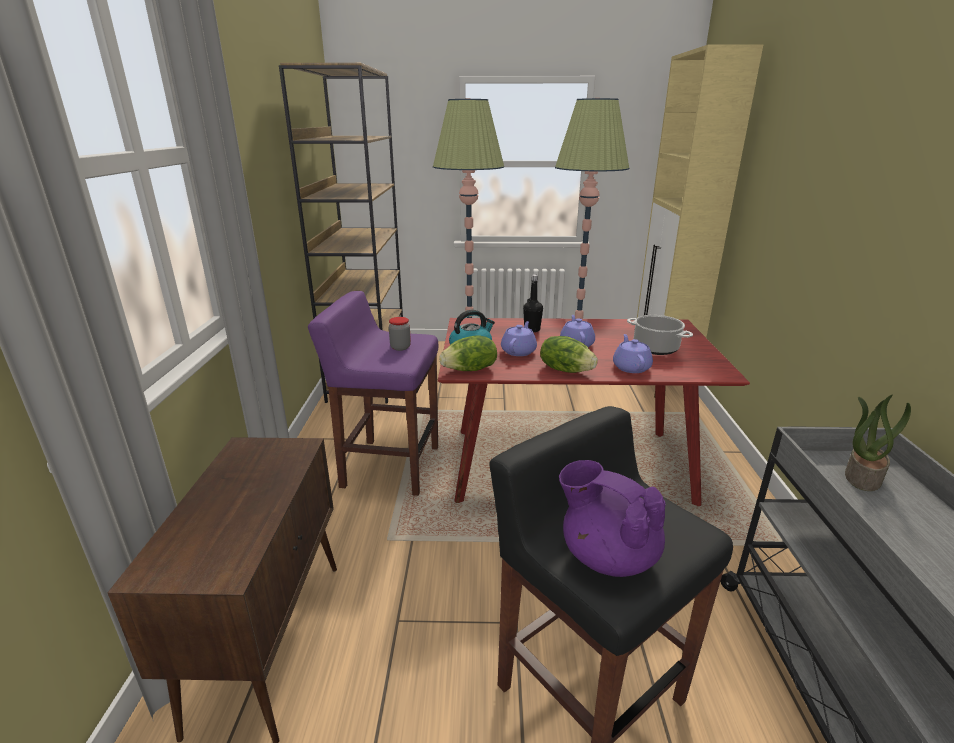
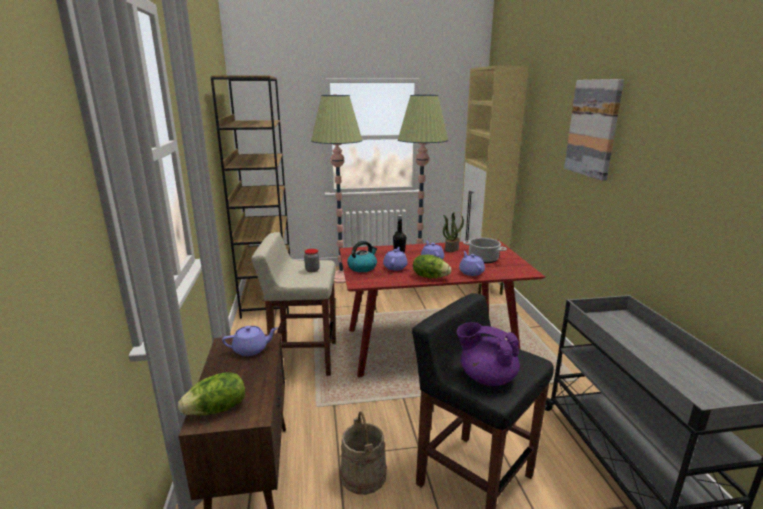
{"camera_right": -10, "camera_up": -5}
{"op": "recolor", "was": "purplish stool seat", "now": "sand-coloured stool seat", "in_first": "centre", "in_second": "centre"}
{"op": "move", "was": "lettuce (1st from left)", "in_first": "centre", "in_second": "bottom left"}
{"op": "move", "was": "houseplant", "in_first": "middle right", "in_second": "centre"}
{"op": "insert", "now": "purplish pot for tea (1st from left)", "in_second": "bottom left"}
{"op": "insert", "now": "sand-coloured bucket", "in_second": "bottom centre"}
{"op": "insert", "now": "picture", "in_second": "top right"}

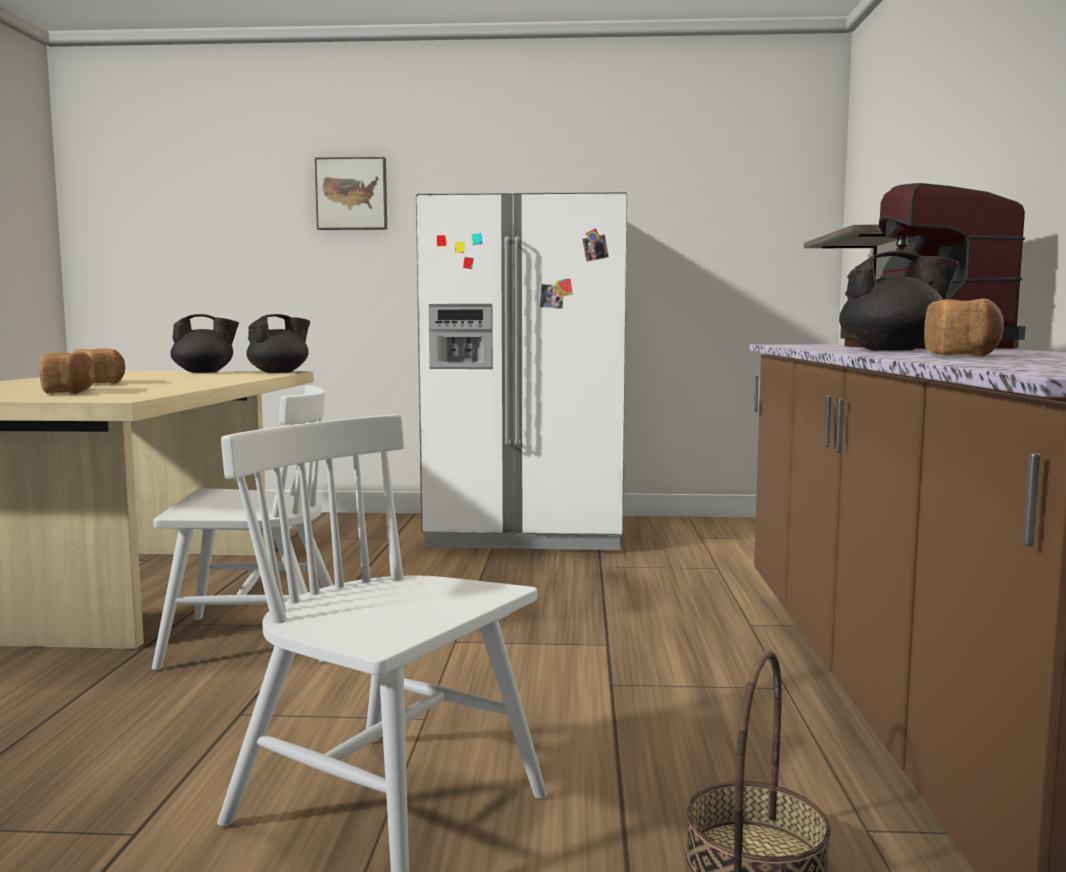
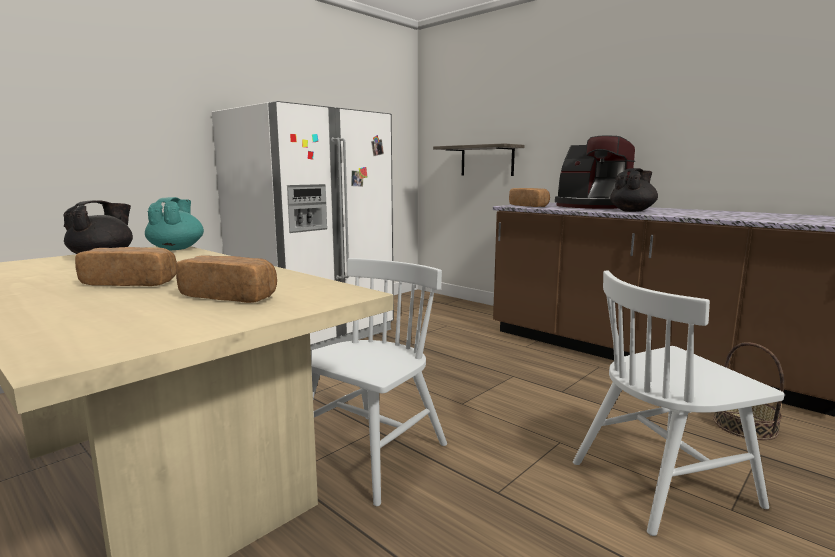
{"camera_right": -50, "camera_up": 5}
{"op": "recolor", "was": "black pot for tea (2nd from left)", "now": "turquoise pot for tea", "in_first": "middle left", "in_second": "middle left"}
{"op": "delete", "was": "picture", "in_first": "top left"}
{"op": "move", "was": "baked bread (3rd from left)", "in_first": "middle right", "in_second": "centre"}

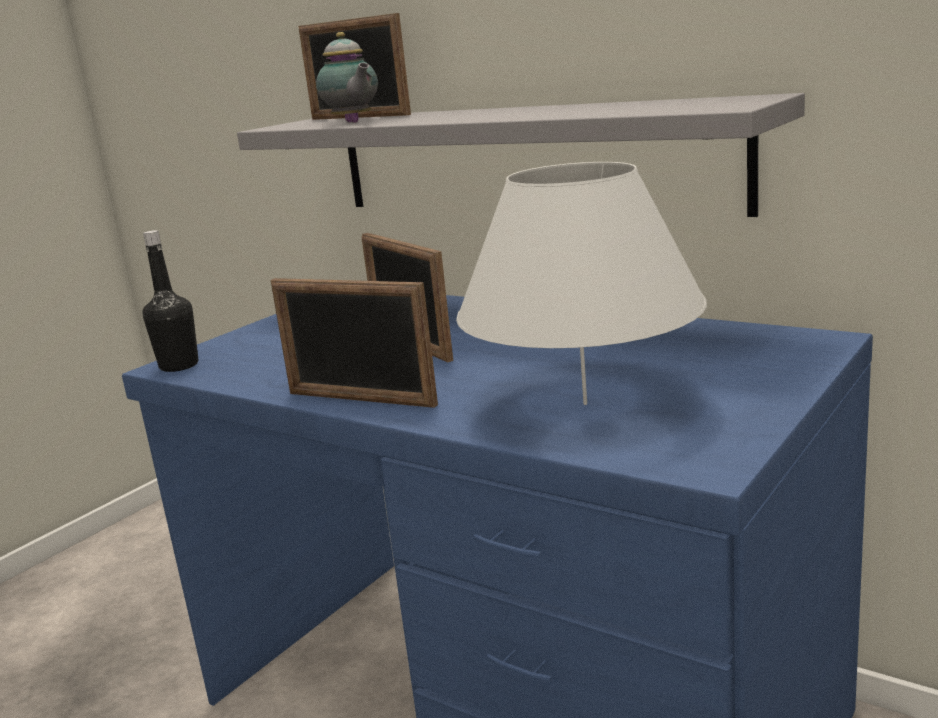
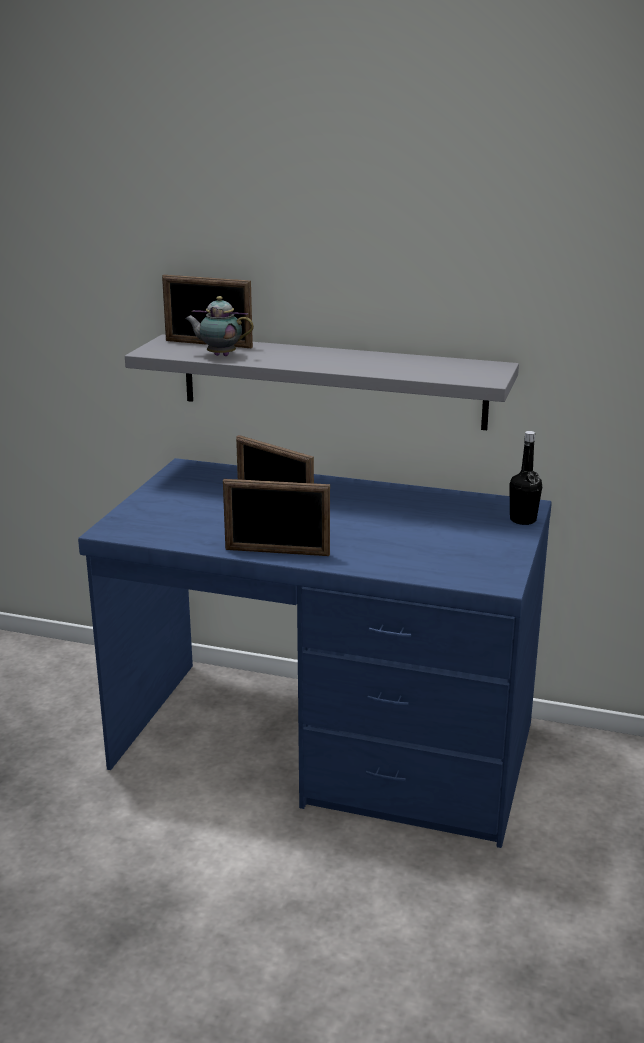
{"camera_right": -20, "camera_up": 5}
{"op": "move", "was": "black beverage bottle", "in_first": "middle left", "in_second": "middle right"}
{"op": "rotate", "was": "pot for tea", "in_first": "top centre", "in_second": "top centre", "clockwise": 150}
{"op": "delete", "was": "whitish table lamp", "in_first": "centre"}

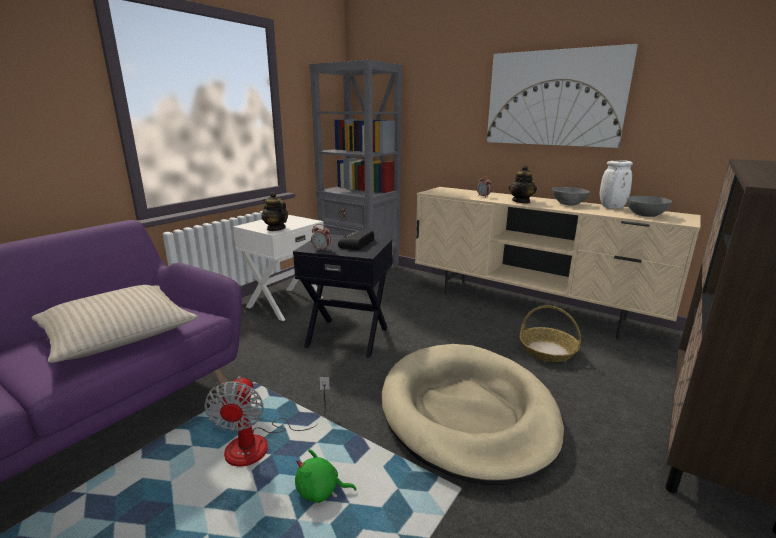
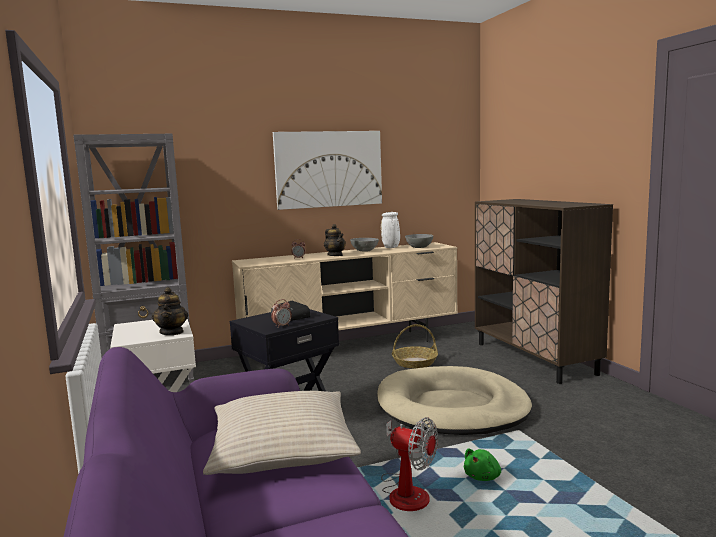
{"camera_right": -55, "camera_up": -10}
{"op": "rotate", "was": "pot for tea (1st from left)", "in_first": "centre", "in_second": "middle left", "clockwise": -90}

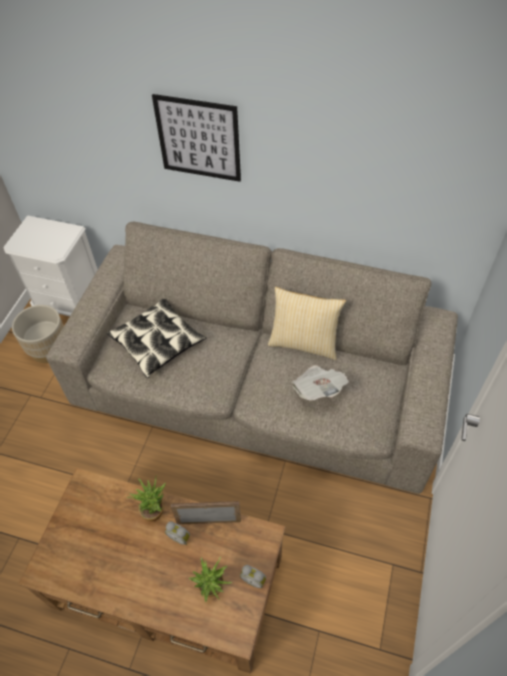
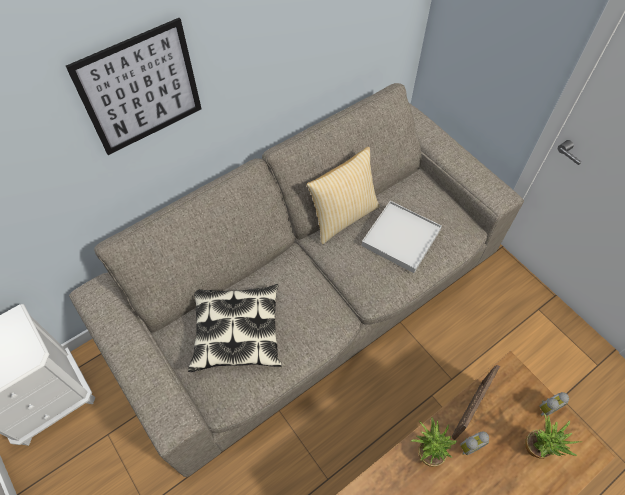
{"camera_right": -55, "camera_up": 5}
{"op": "delete", "was": "sand-coloured planter", "in_first": "middle left"}
{"op": "replace", "was": "newspaper", "now": "whitish serving tray", "in_first": "centre", "in_second": "centre"}

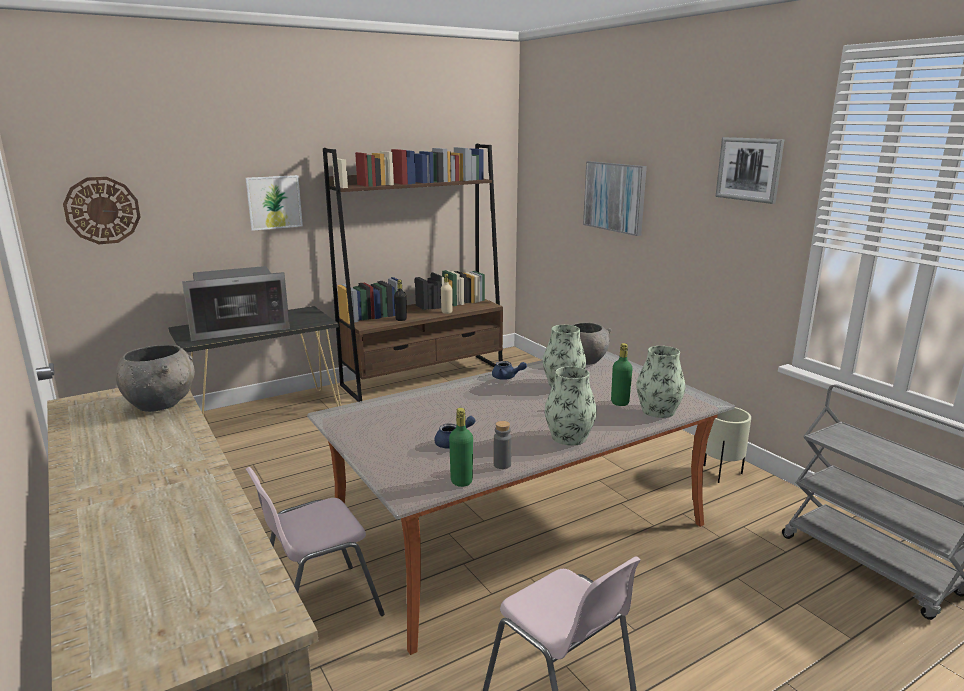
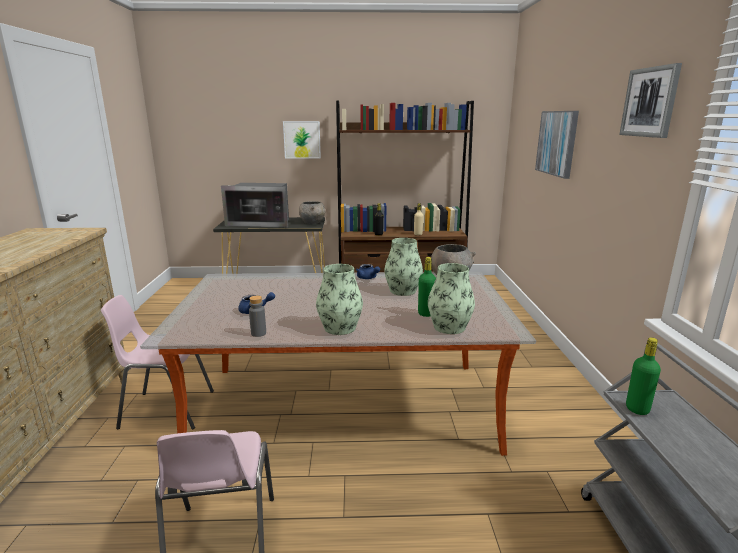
{"camera_right": 30, "camera_up": 0}
{"op": "delete", "was": "hanging clock", "in_first": "top left"}
{"op": "move", "was": "greyish deep dish (1st from left)", "in_first": "middle left", "in_second": "centre"}
{"op": "move", "was": "green beverage bottle (1st from left in the first image)", "now": "green beverage bottle (2nd from left)", "in_first": "centre", "in_second": "bottom right"}
{"op": "delete", "was": "sand-coloured planter", "in_first": "middle right"}

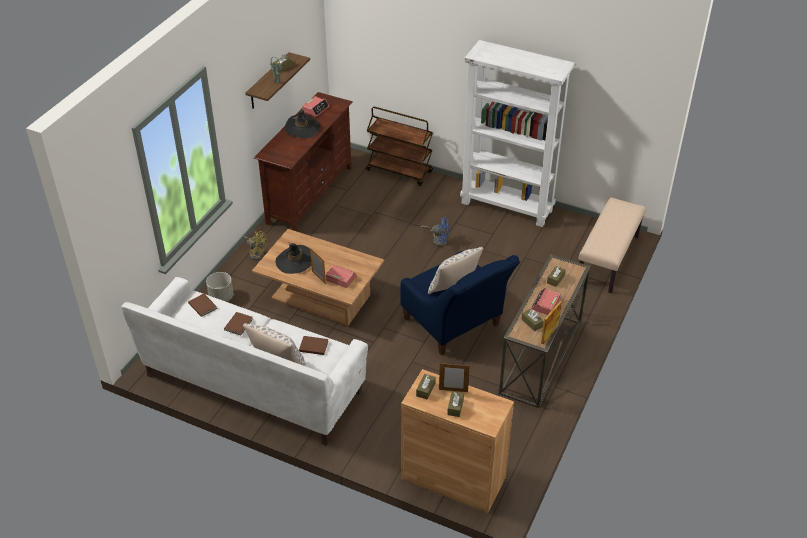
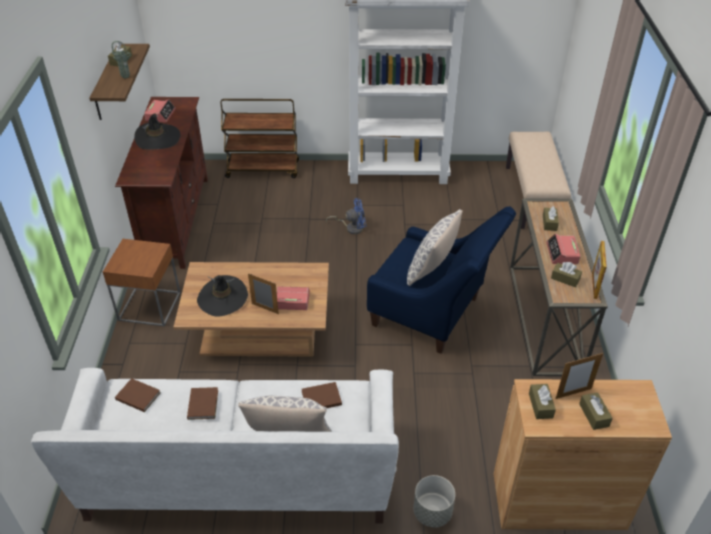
{"camera_right": -25, "camera_up": 0}
{"op": "move", "was": "greyish planter", "in_first": "middle left", "in_second": "bottom centre"}
{"op": "replace", "was": "yellow-coloured cooling fan", "now": "brown side table", "in_first": "middle left", "in_second": "middle left"}

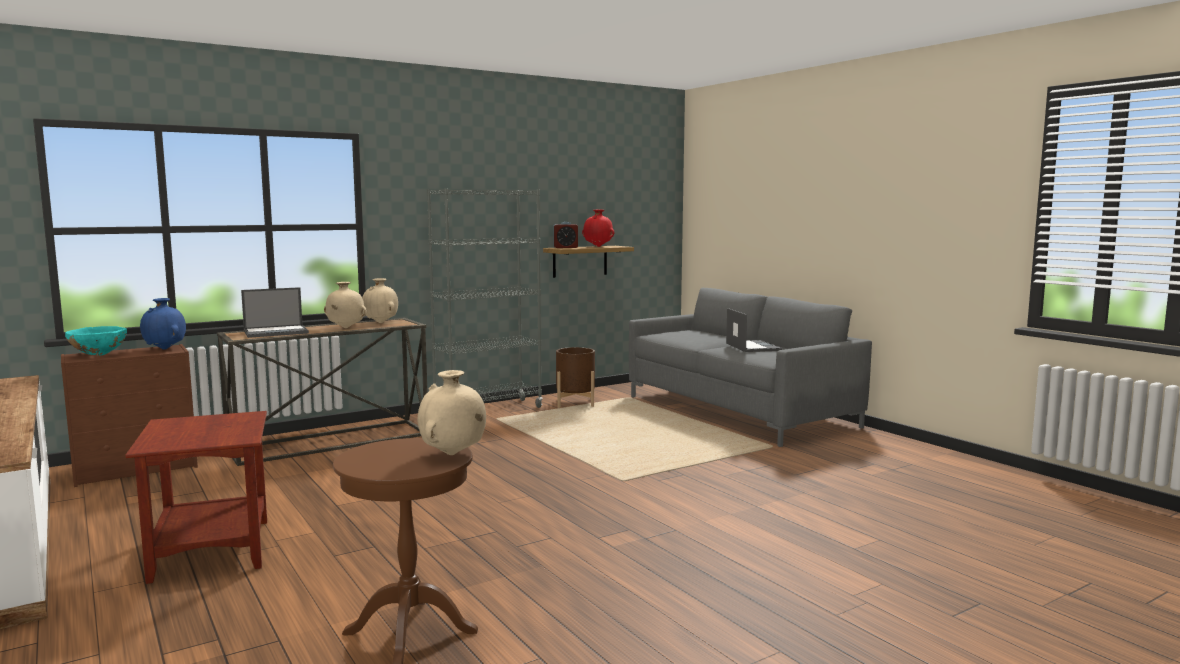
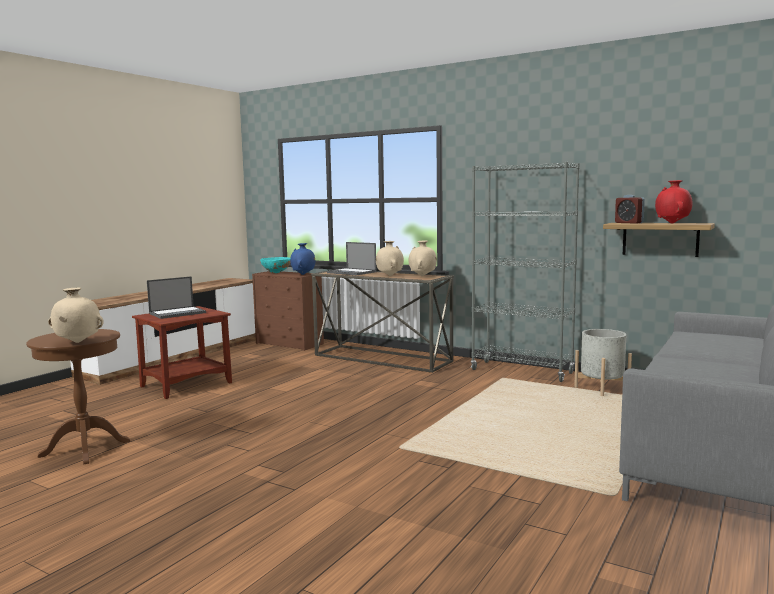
{"camera_right": 65, "camera_up": 0}
{"op": "recolor", "was": "brown planter", "now": "greyish planter", "in_first": "centre", "in_second": "middle right"}
{"op": "move", "was": "laptop (2nd from left in the first image)", "now": "laptop (1st from left)", "in_first": "centre", "in_second": "middle left"}

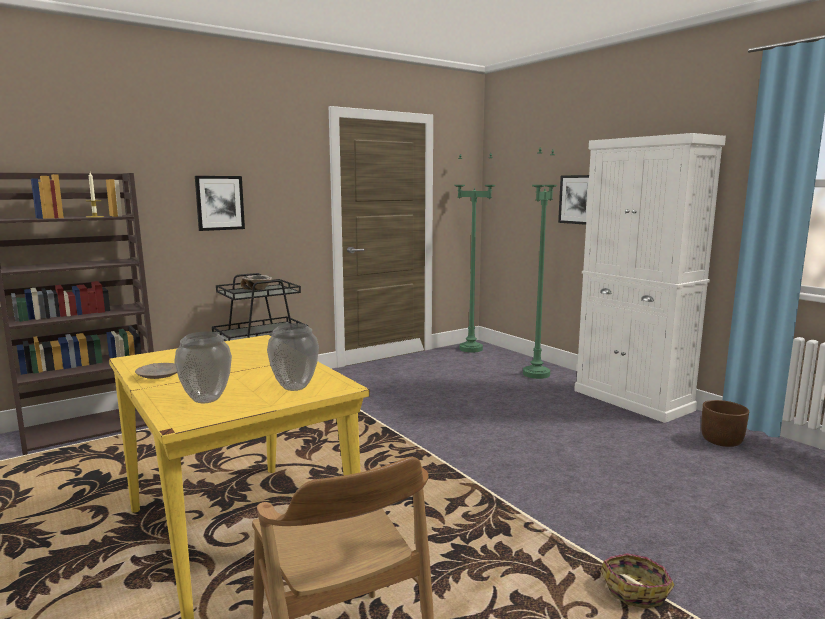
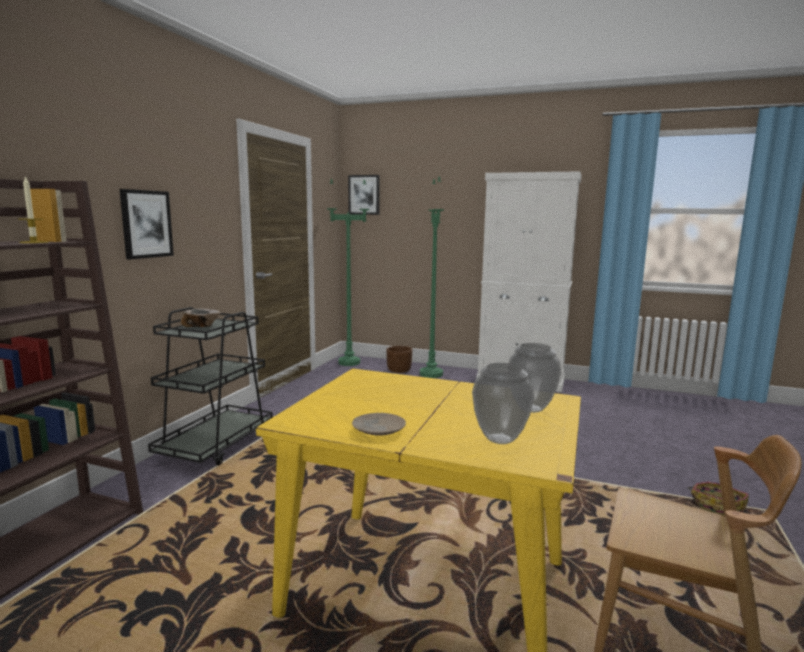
{"camera_right": -35, "camera_up": 0}
{"op": "move", "was": "picture (2nd from left)", "in_first": "top right", "in_second": "top centre"}
{"op": "move", "was": "brown planter", "in_first": "bottom right", "in_second": "centre"}

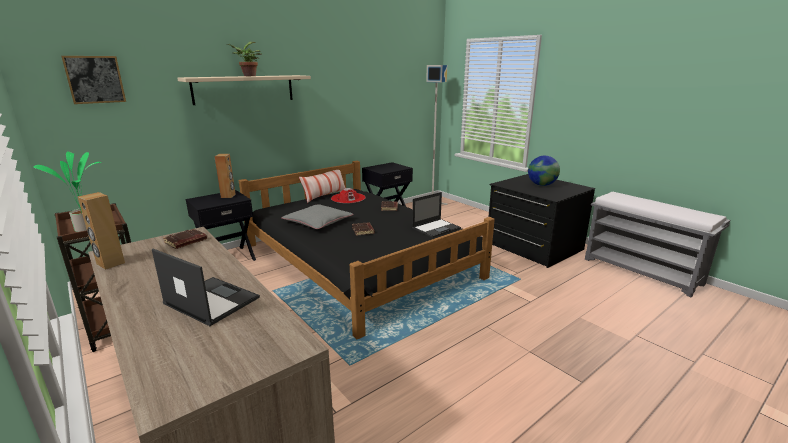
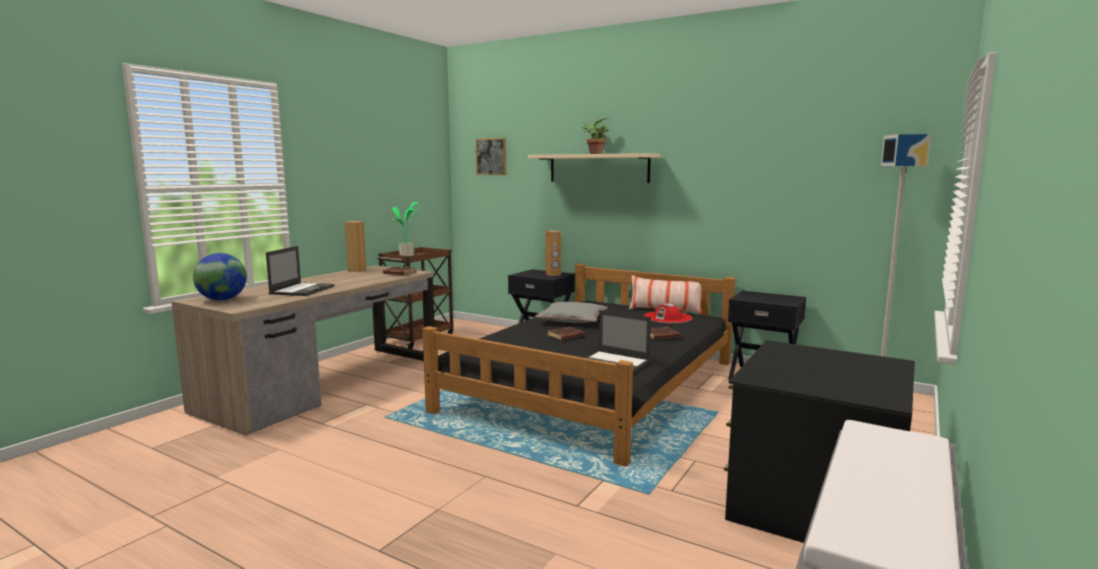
{"camera_right": 70, "camera_up": -10}
{"op": "move", "was": "globe", "in_first": "middle right", "in_second": "middle left"}

